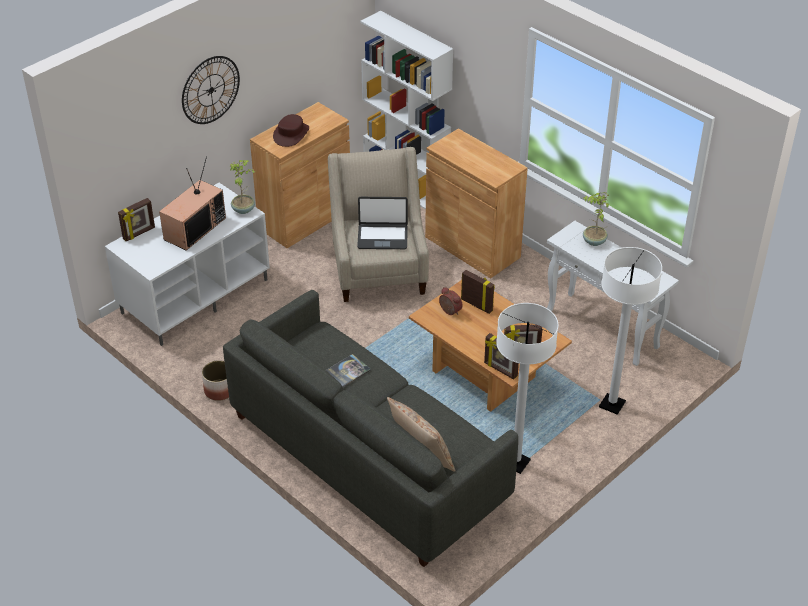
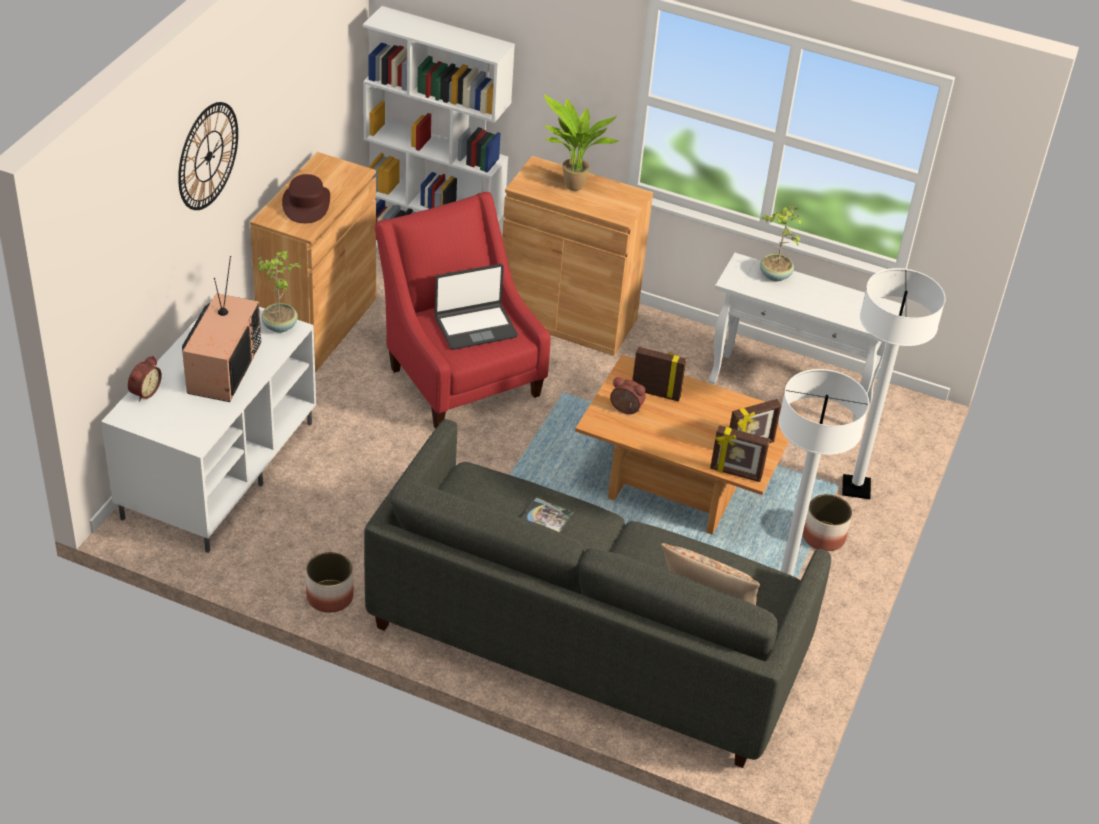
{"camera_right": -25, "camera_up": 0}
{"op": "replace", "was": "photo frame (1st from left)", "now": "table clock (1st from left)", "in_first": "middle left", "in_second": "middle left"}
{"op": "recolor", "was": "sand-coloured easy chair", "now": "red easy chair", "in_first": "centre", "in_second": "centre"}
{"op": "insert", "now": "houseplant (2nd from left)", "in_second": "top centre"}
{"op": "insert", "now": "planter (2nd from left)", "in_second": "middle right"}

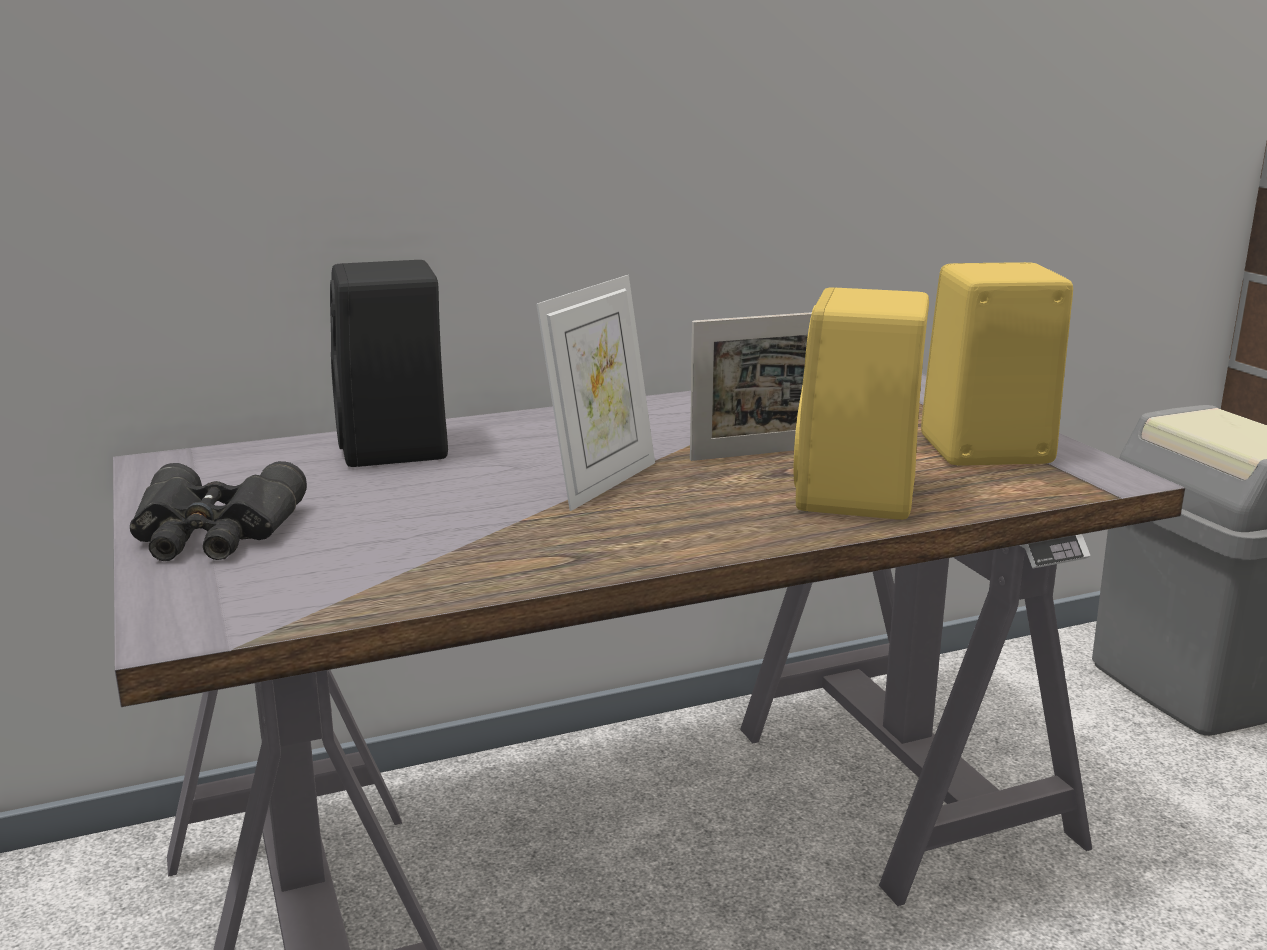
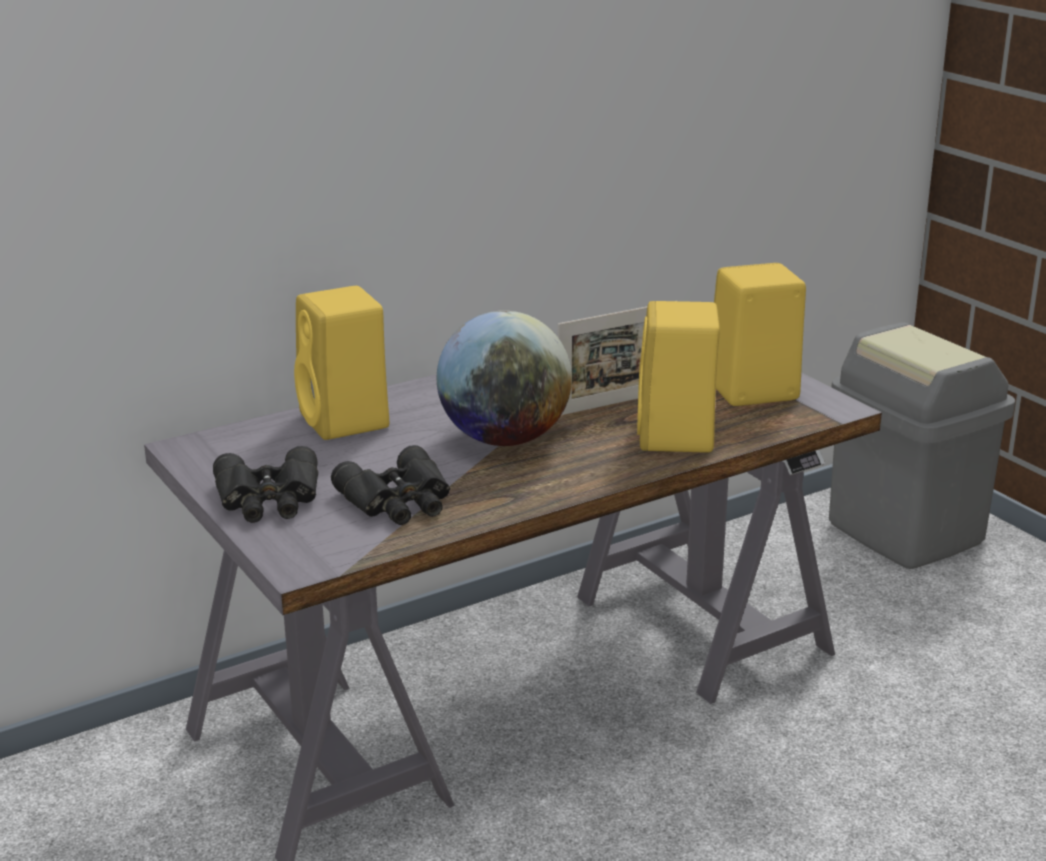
{"camera_right": -10, "camera_up": 5}
{"op": "recolor", "was": "black audio speaker", "now": "yellow-coloured audio speaker (1st from left)", "in_first": "middle left", "in_second": "middle left"}
{"op": "replace", "was": "photo frame (1st from left)", "now": "globe", "in_first": "centre", "in_second": "centre"}
{"op": "insert", "now": "black field glasses (2nd from left)", "in_second": "centre"}

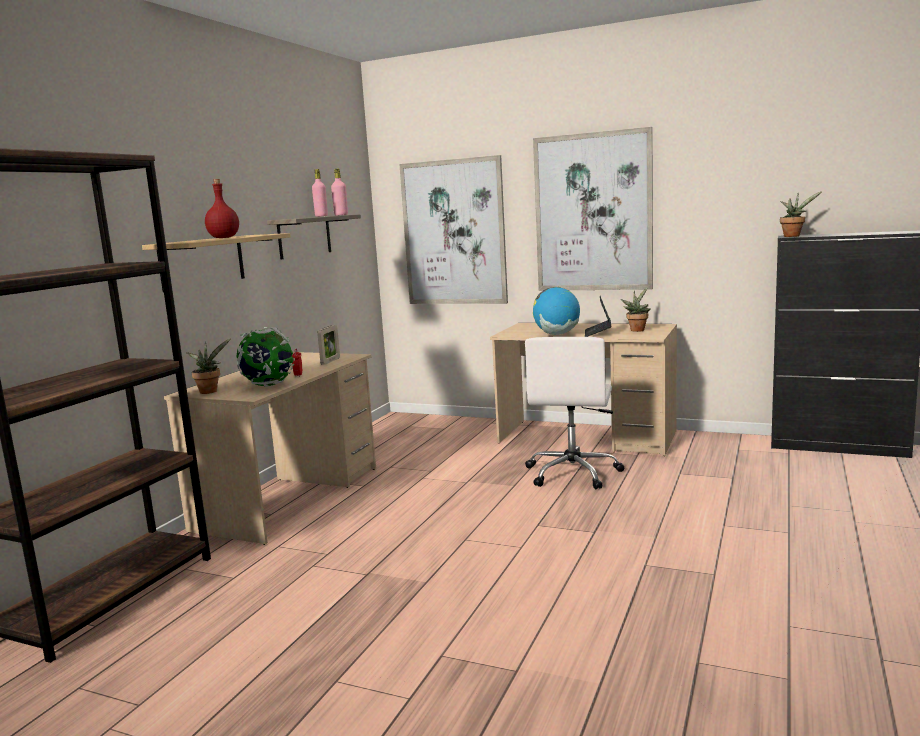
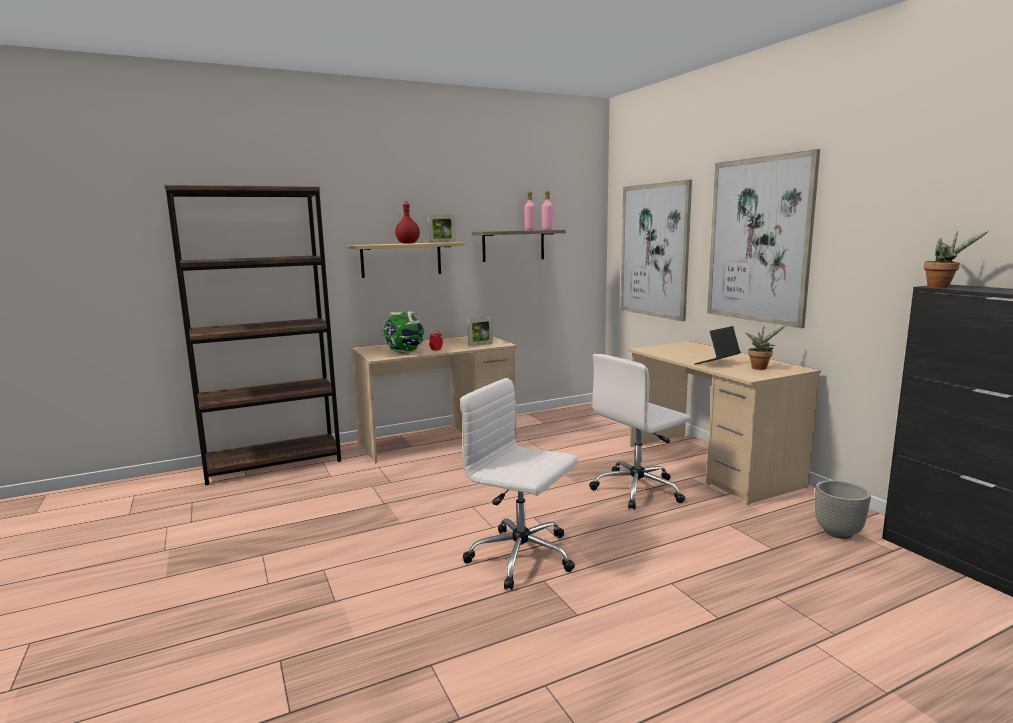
{"camera_right": 40, "camera_up": 0}
{"op": "delete", "was": "houseplant (1st from left)", "in_first": "middle left"}
{"op": "delete", "was": "globe (2nd from left)", "in_first": "centre"}
{"op": "insert", "now": "photo frame (1st from left)", "in_second": "top centre"}
{"op": "insert", "now": "whitish office chair (1st from left)", "in_second": "bottom centre"}
{"op": "insert", "now": "planter", "in_second": "bottom right"}

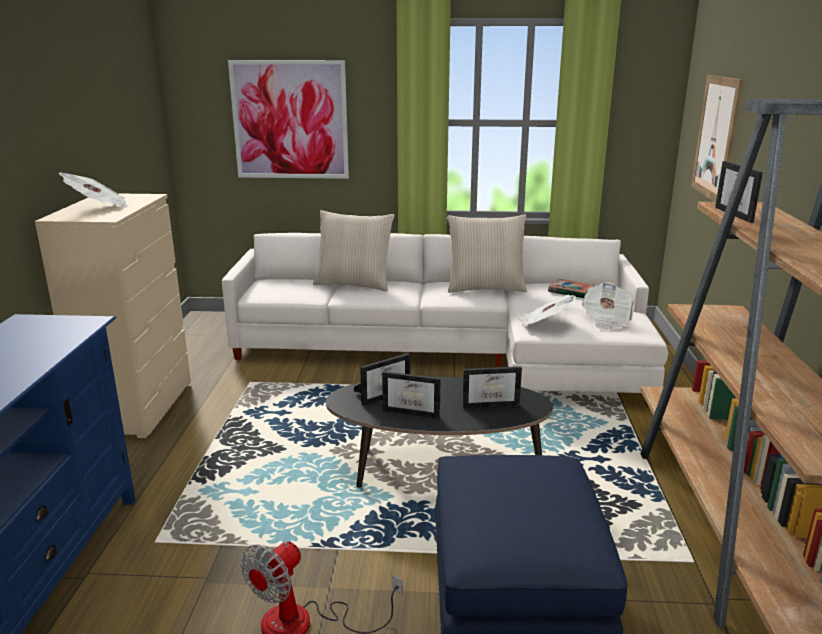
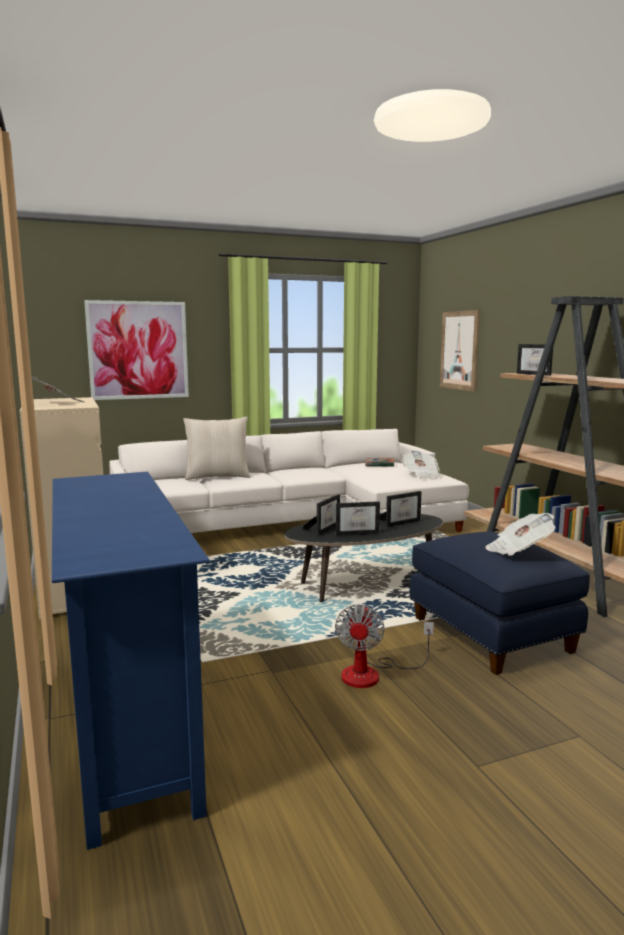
{"camera_right": -25, "camera_up": -10}
{"op": "delete", "was": "sand-coloured pillow (2nd from left)", "in_first": "centre"}
{"op": "move", "was": "newspaper (2nd from left in the first image)", "now": "newspaper (3rd from left)", "in_first": "centre", "in_second": "middle right"}

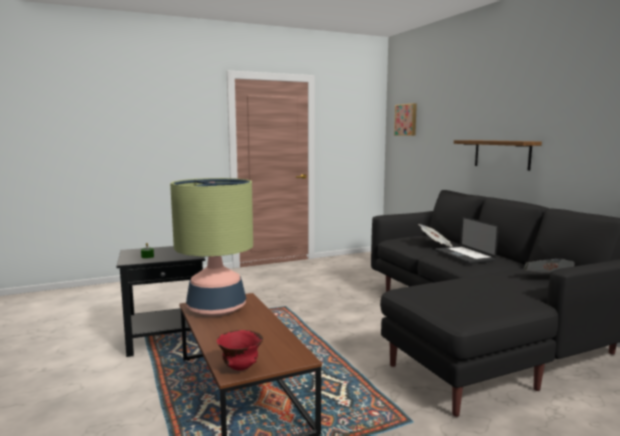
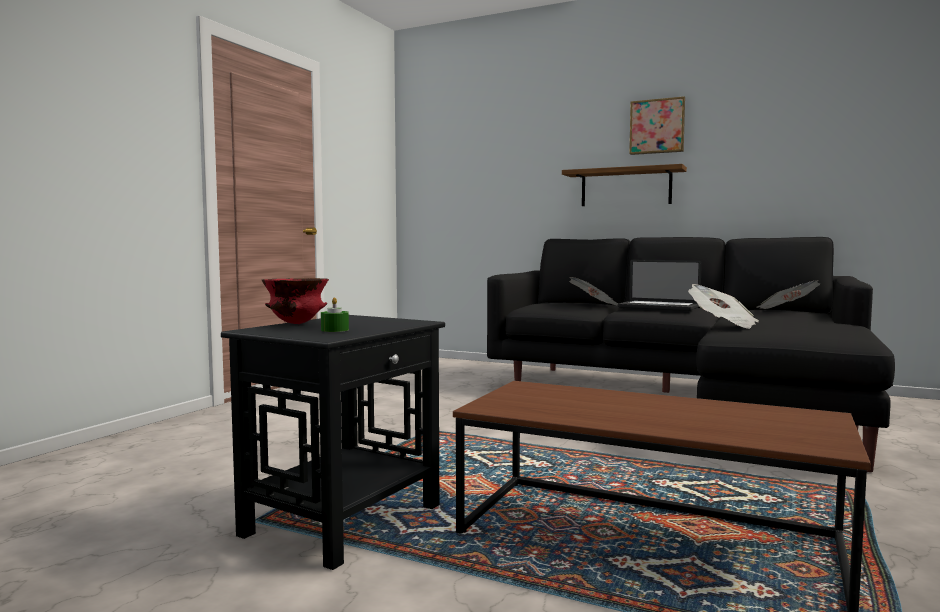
{"camera_right": -40, "camera_up": -5}
{"op": "delete", "was": "table lamp", "in_first": "centre"}
{"op": "move", "was": "red deep dish", "in_first": "bottom centre", "in_second": "middle left"}
{"op": "move", "was": "picture", "in_first": "top centre", "in_second": "top right"}
{"op": "insert", "now": "newspaper (2nd from left)", "in_second": "middle right"}

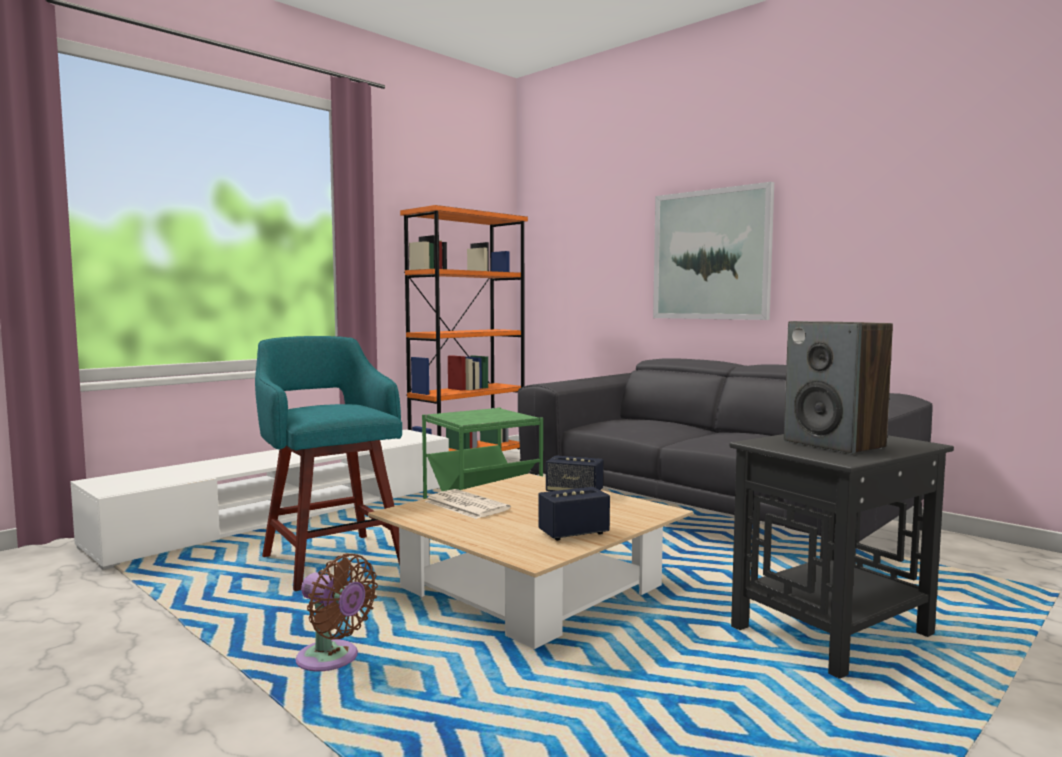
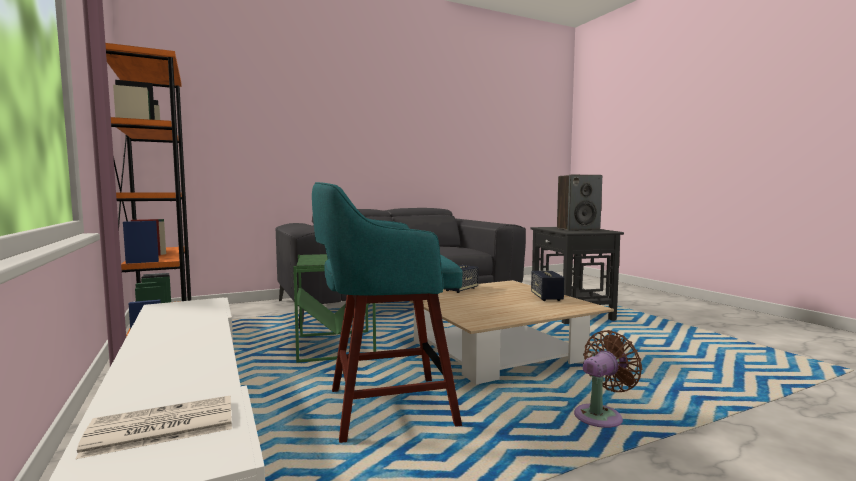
{"camera_right": -70, "camera_up": 0}
{"op": "move", "was": "newspaper", "in_first": "centre", "in_second": "bottom left"}
{"op": "delete", "was": "picture", "in_first": "top right"}

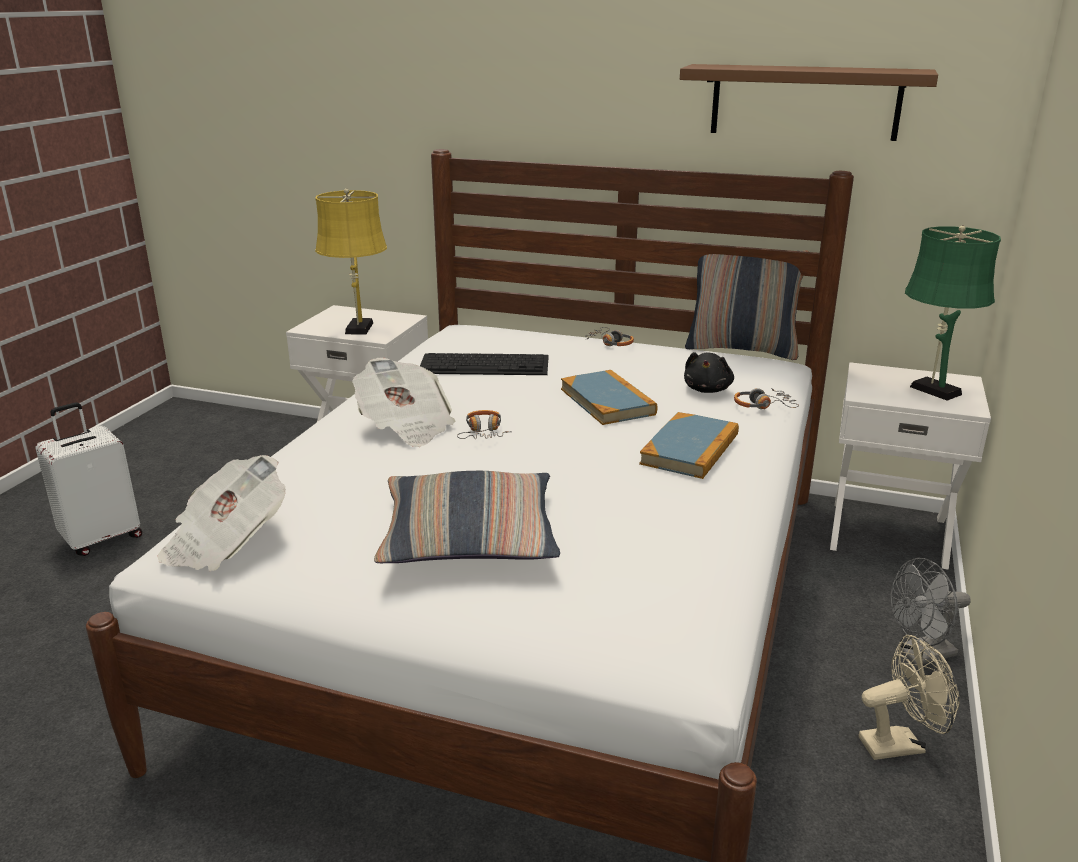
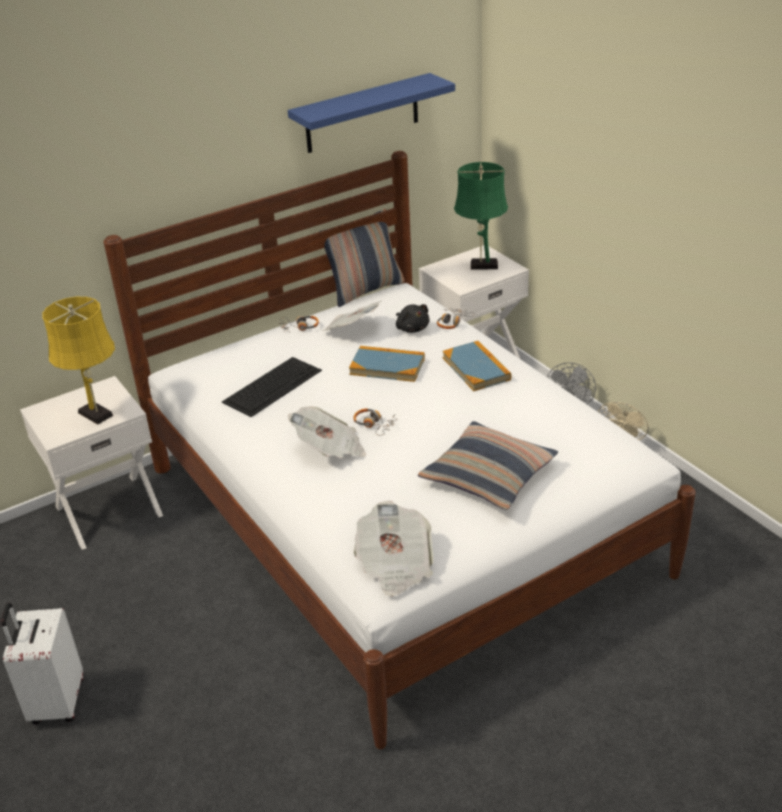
{"camera_right": -50, "camera_up": 10}
{"op": "recolor", "was": "brown wall shelf", "now": "blue-coloured wall shelf", "in_first": "top right", "in_second": "top centre"}
{"op": "insert", "now": "newspaper (2nd from left)", "in_second": "centre"}

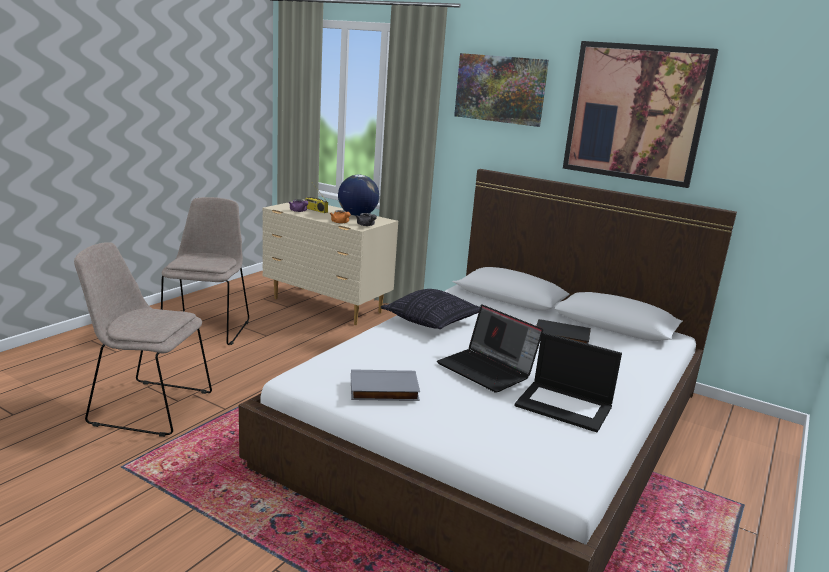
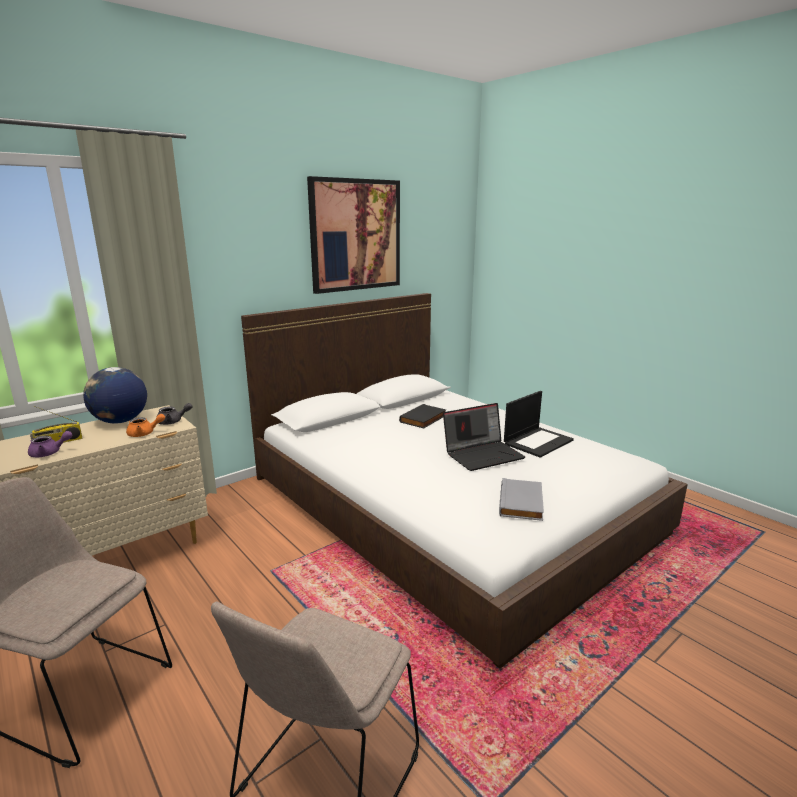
{"camera_right": -70, "camera_up": 0}
{"op": "delete", "was": "pillow", "in_first": "centre"}
{"op": "delete", "was": "picture (1st from left)", "in_first": "top centre"}

